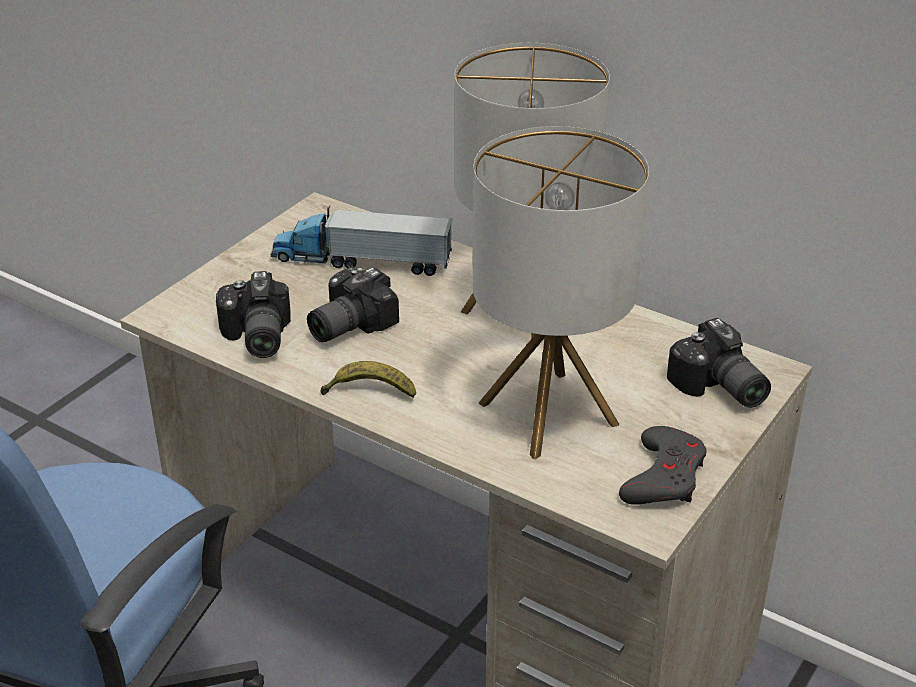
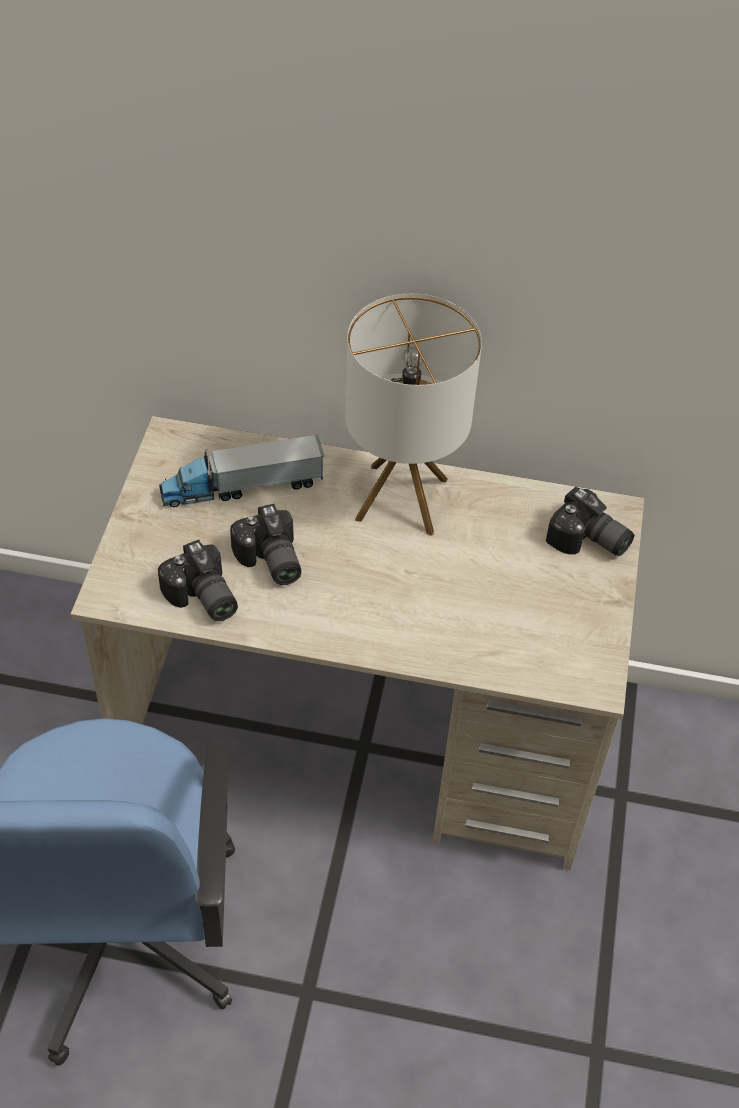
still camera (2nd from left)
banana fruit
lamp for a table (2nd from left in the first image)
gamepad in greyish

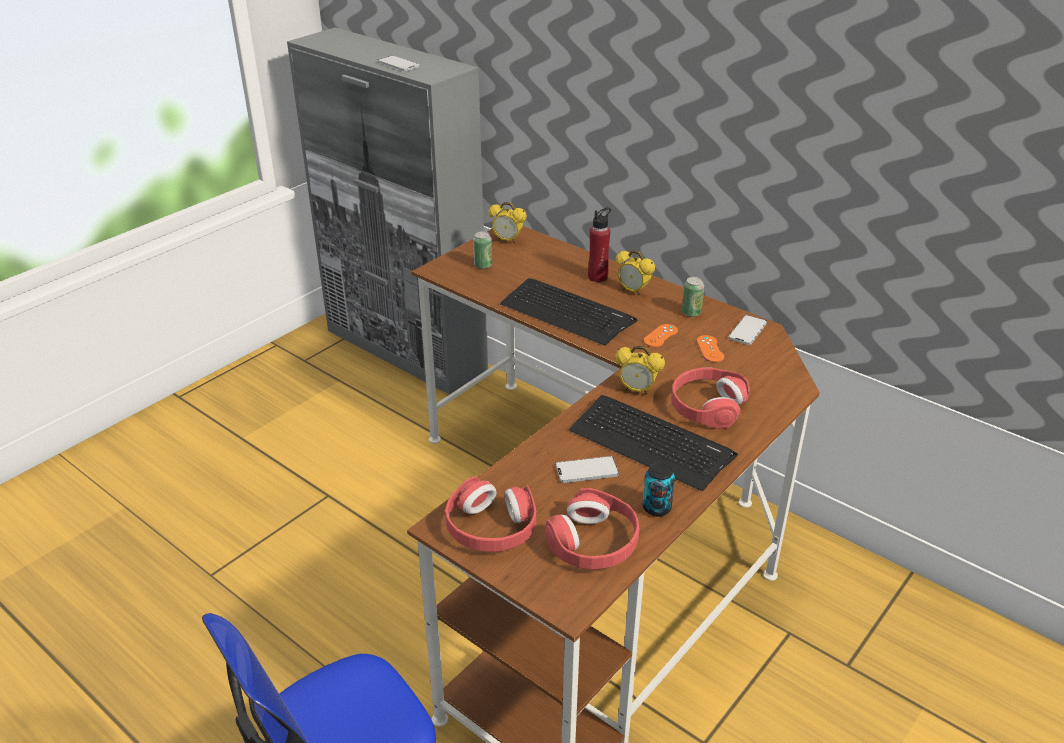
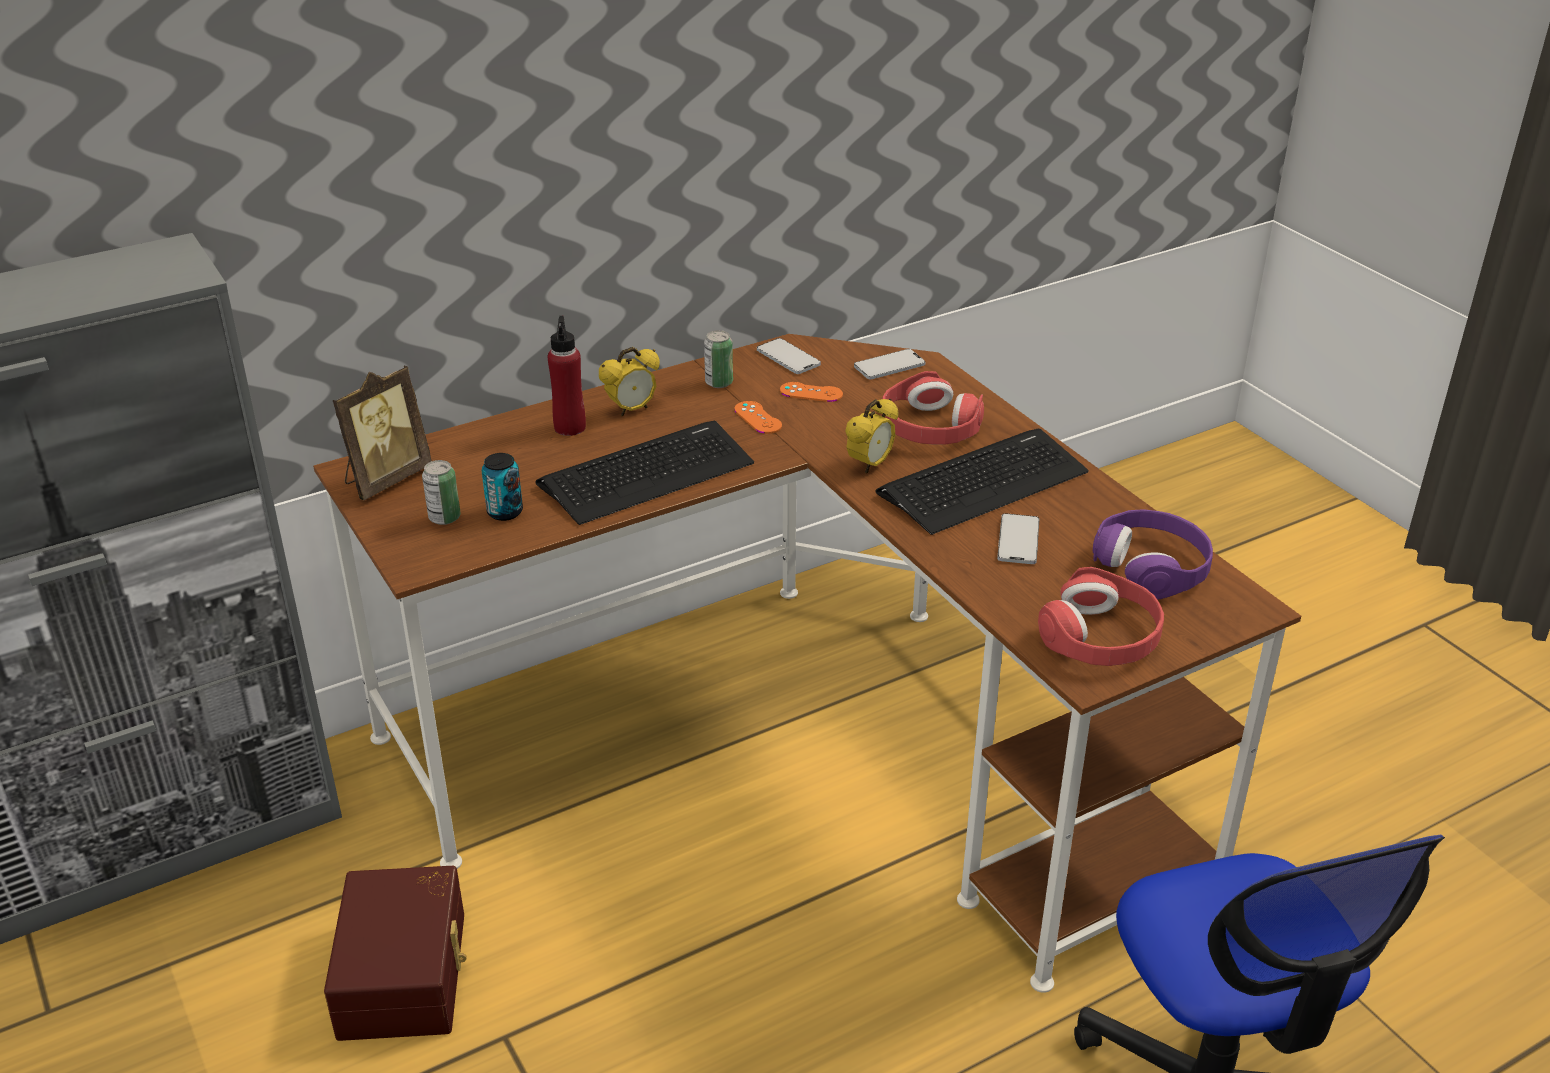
storage container in brown
photo frame
can (2nd from left)
phone (2nd from left)
headphones in purple-coloured

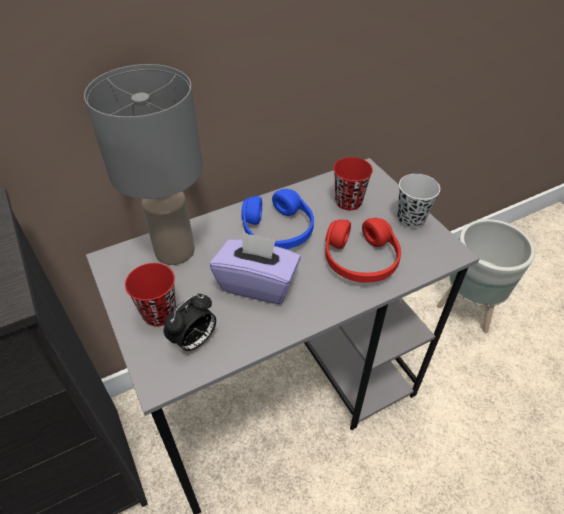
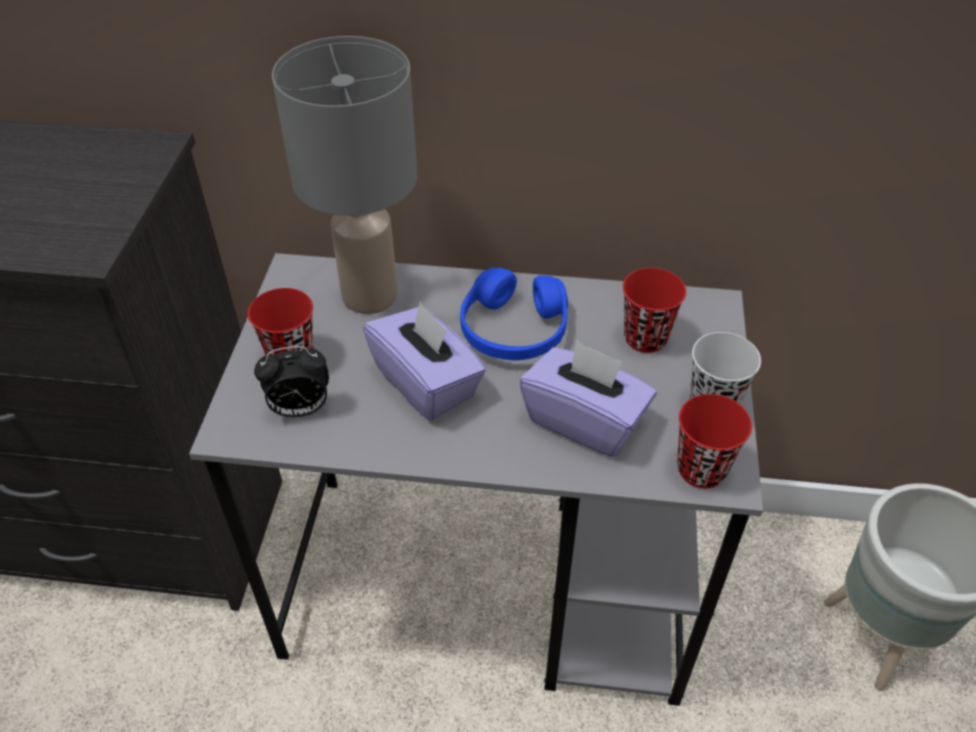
tissue holder in purple-coloured (2nd from left)
small cup in red (3rd from left)

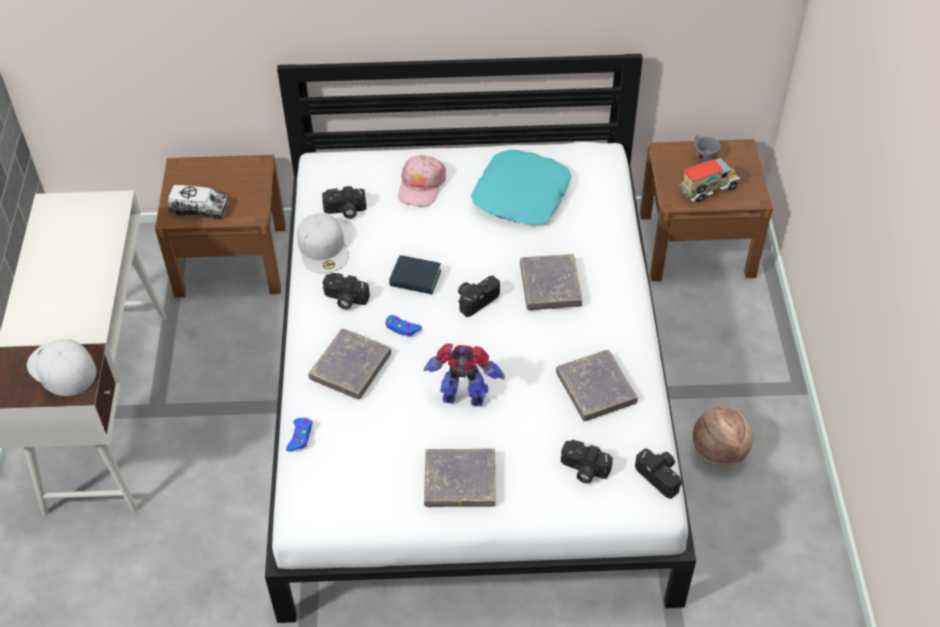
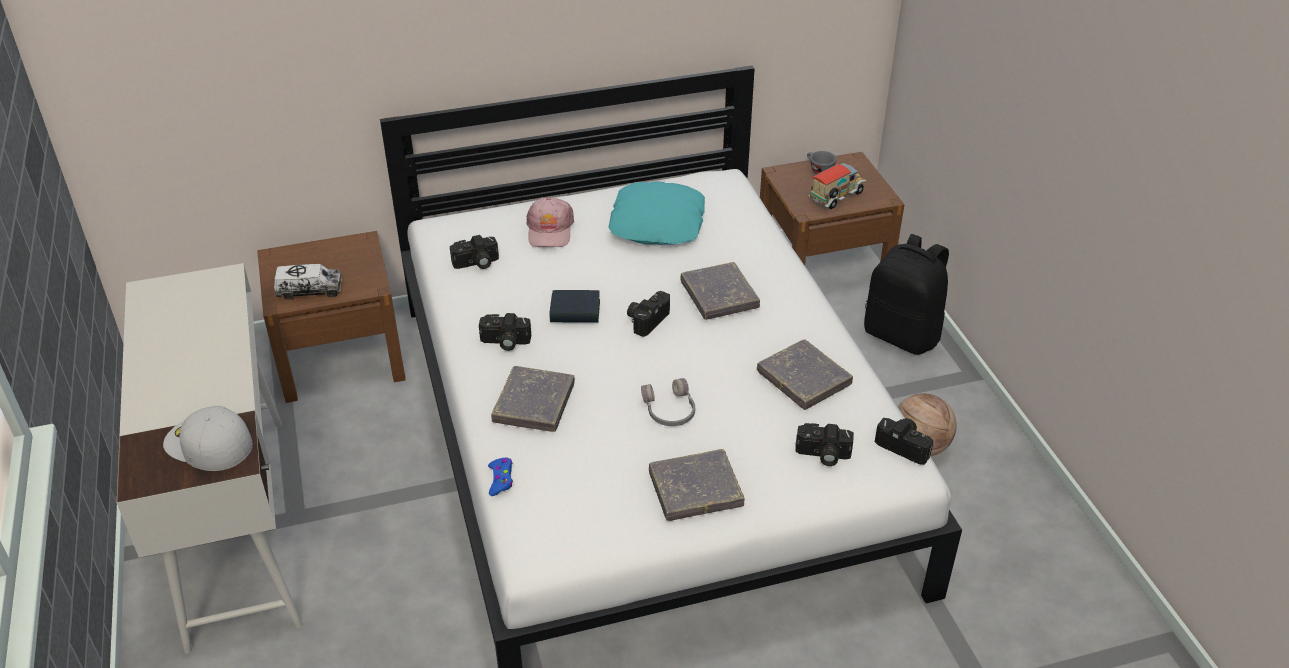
headphones in greyish
rucksack in blackish
baseball cap in whitish (2nd from left in the first image)
gamepad in blue (2nd from left in the first image)

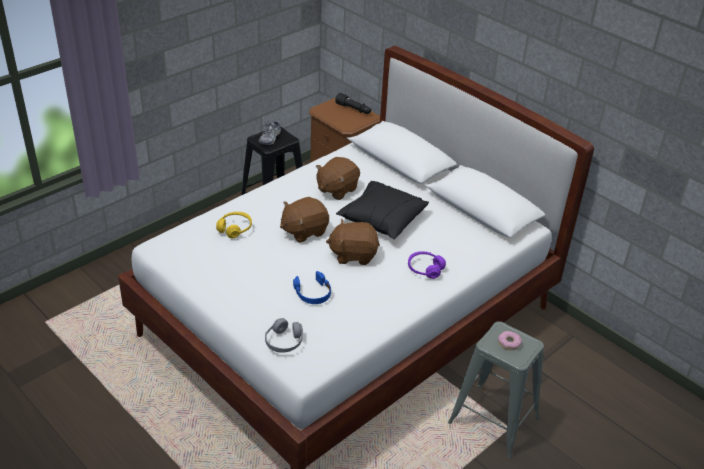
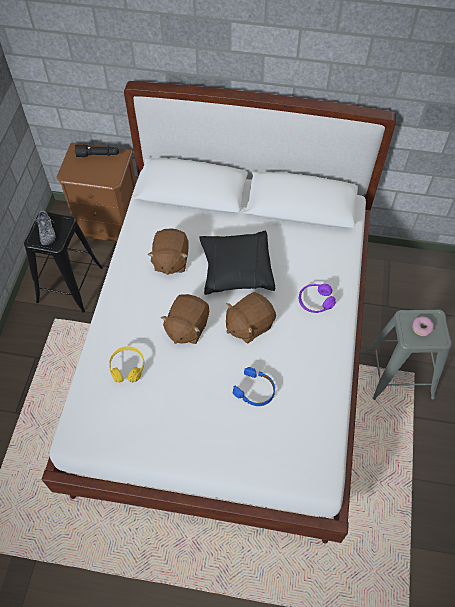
headphones in greyish

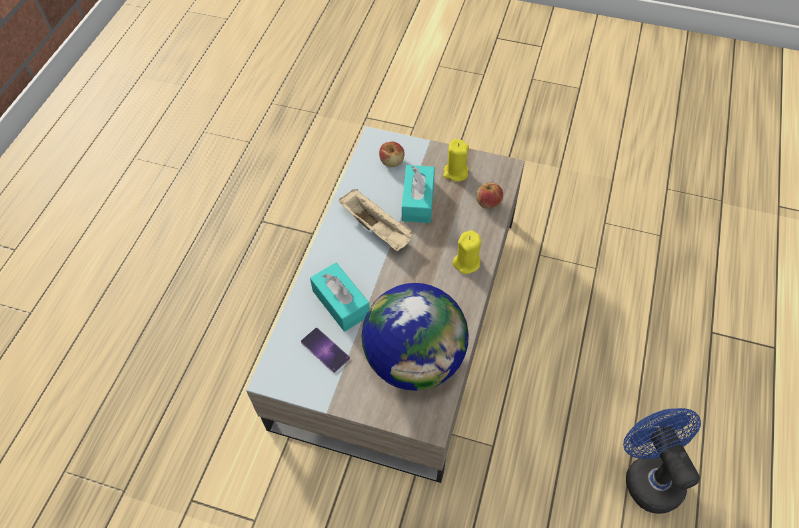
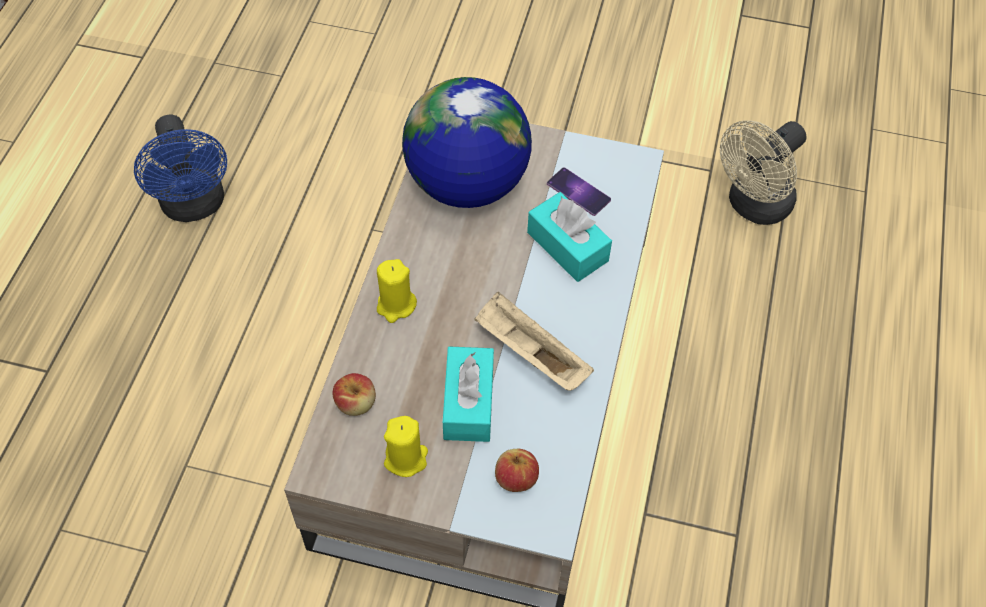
fan in sand-coloured

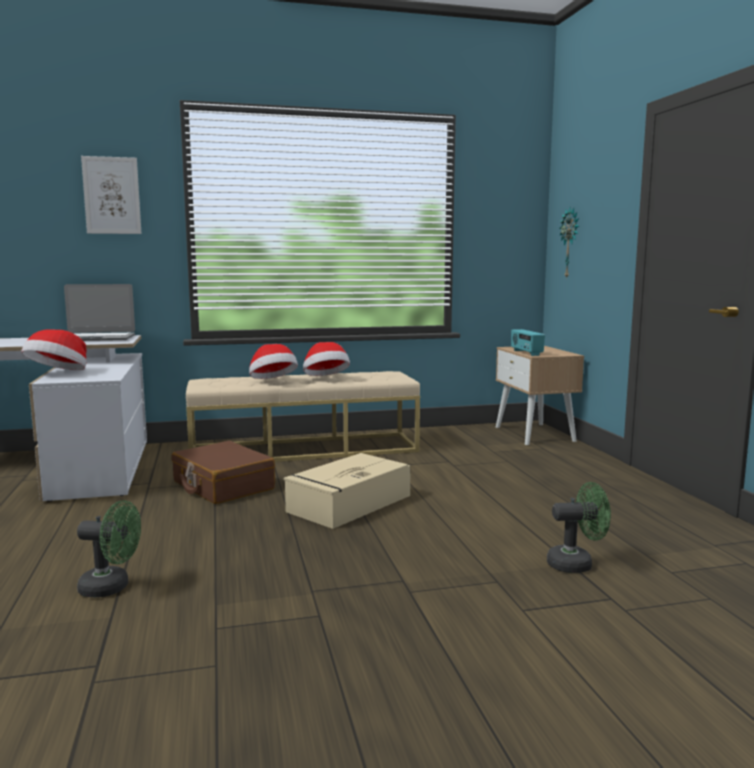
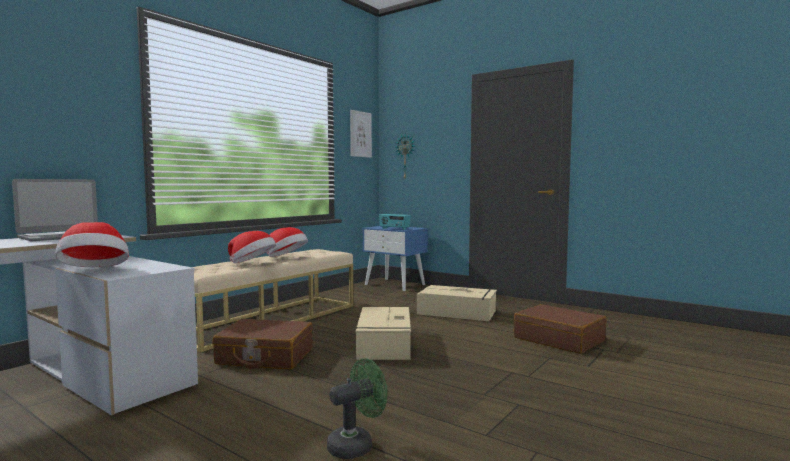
wall art
night table in blue
storage container in sand-coloured (2nd from left)
piece of luggage in brown (2nd from left)

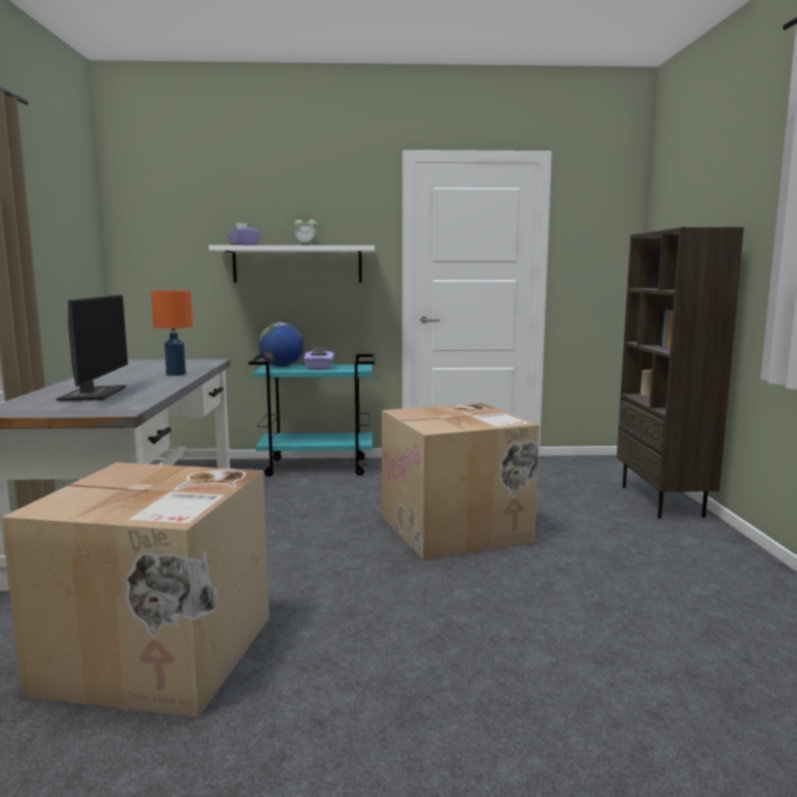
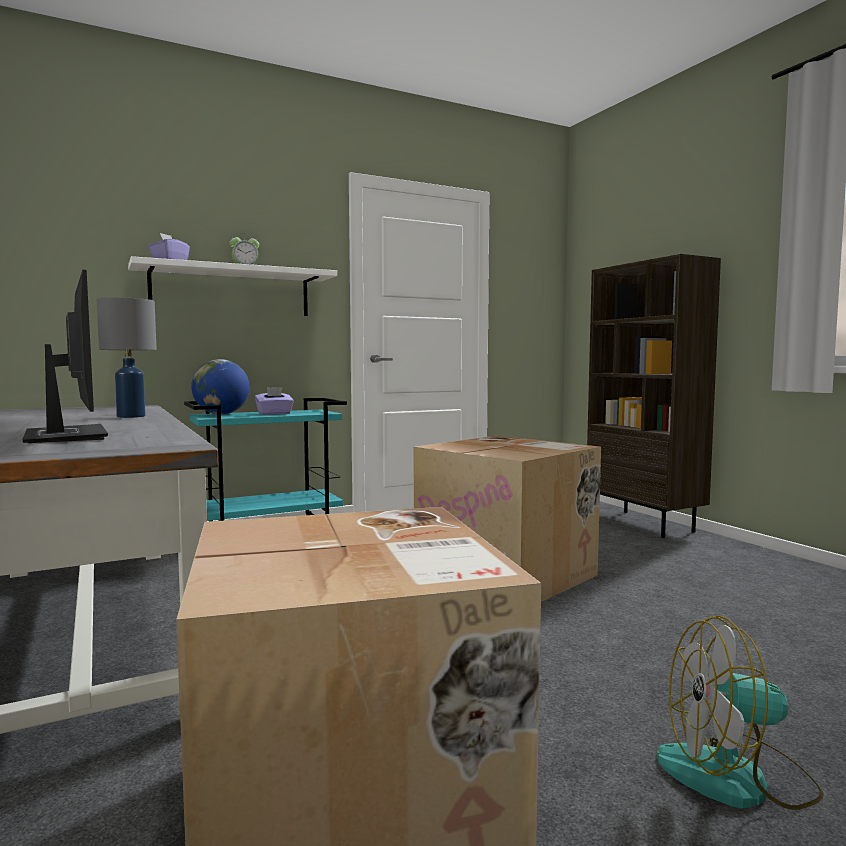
lamp for a table in greyish
fan

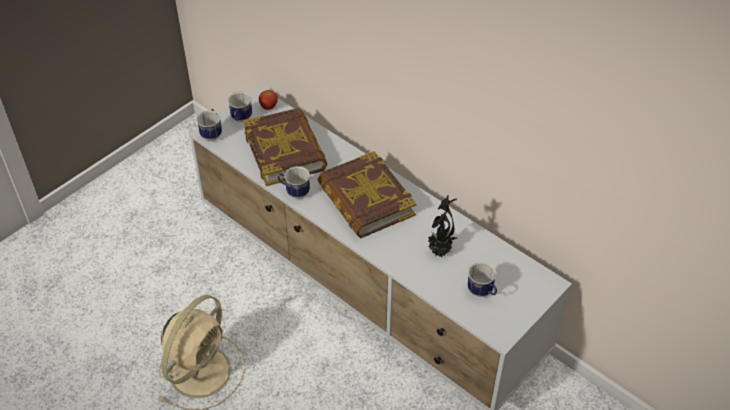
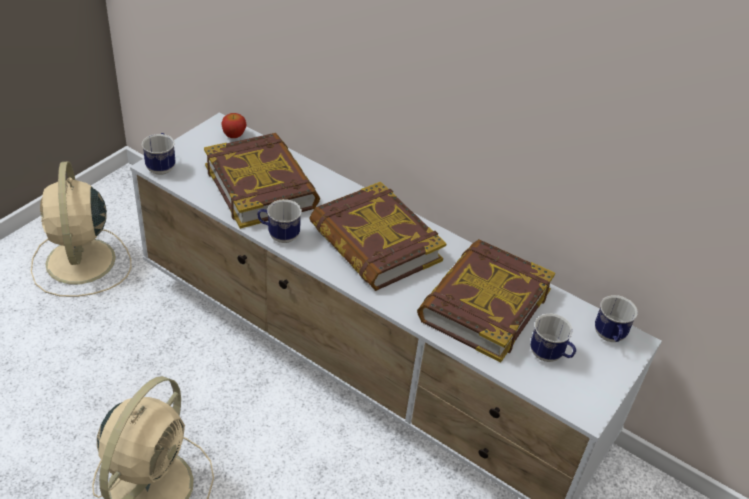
fan in sand-coloured (1st from left)
volume (3rd from left)
tea mug (4th from left)

